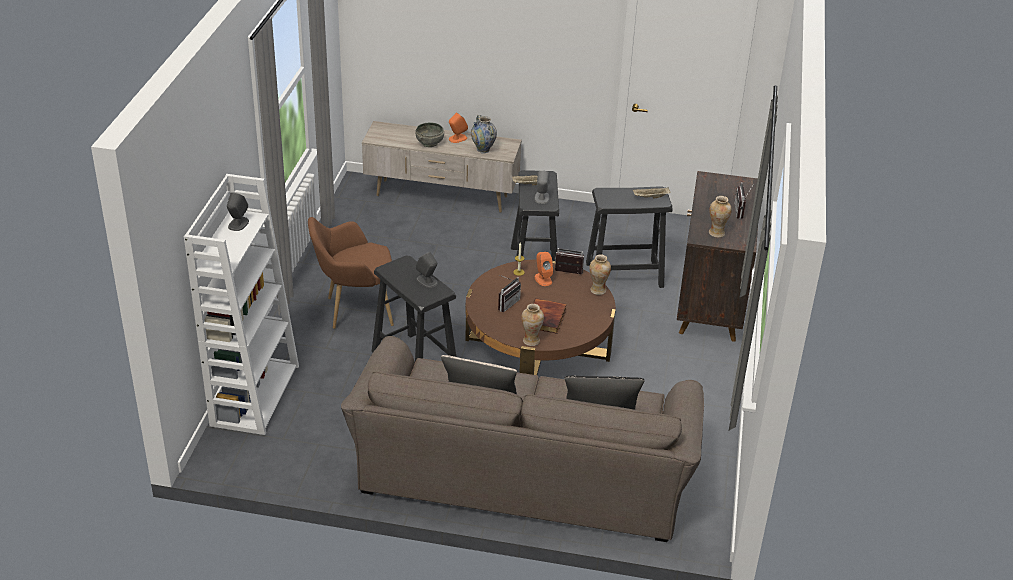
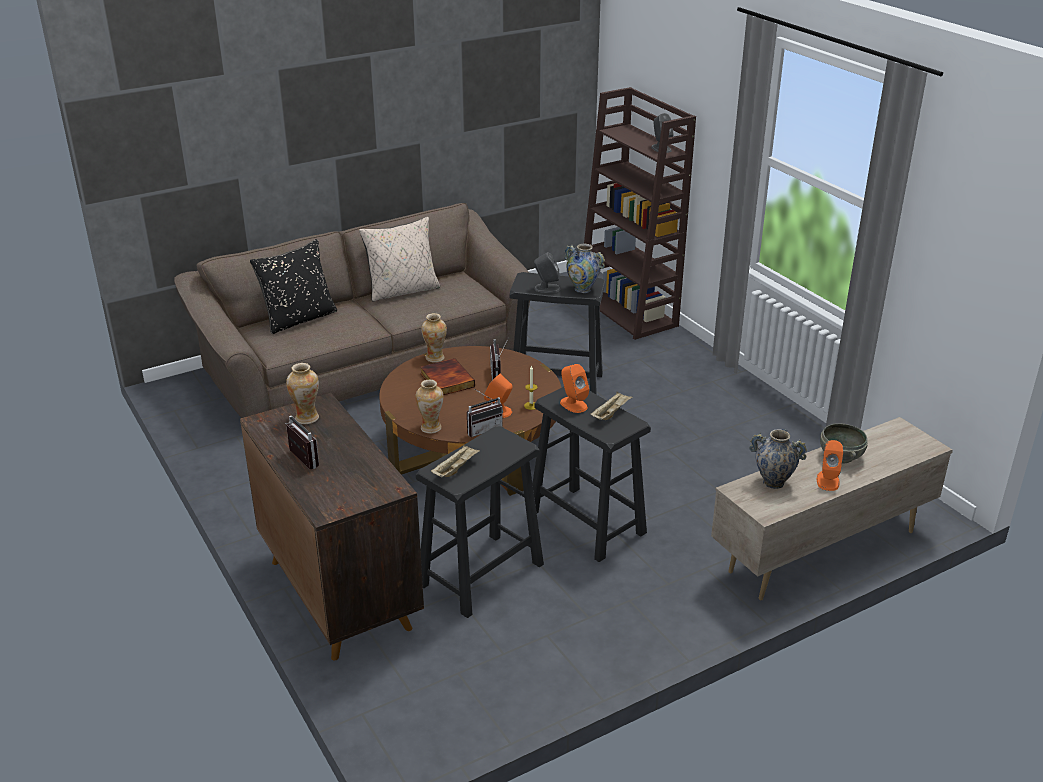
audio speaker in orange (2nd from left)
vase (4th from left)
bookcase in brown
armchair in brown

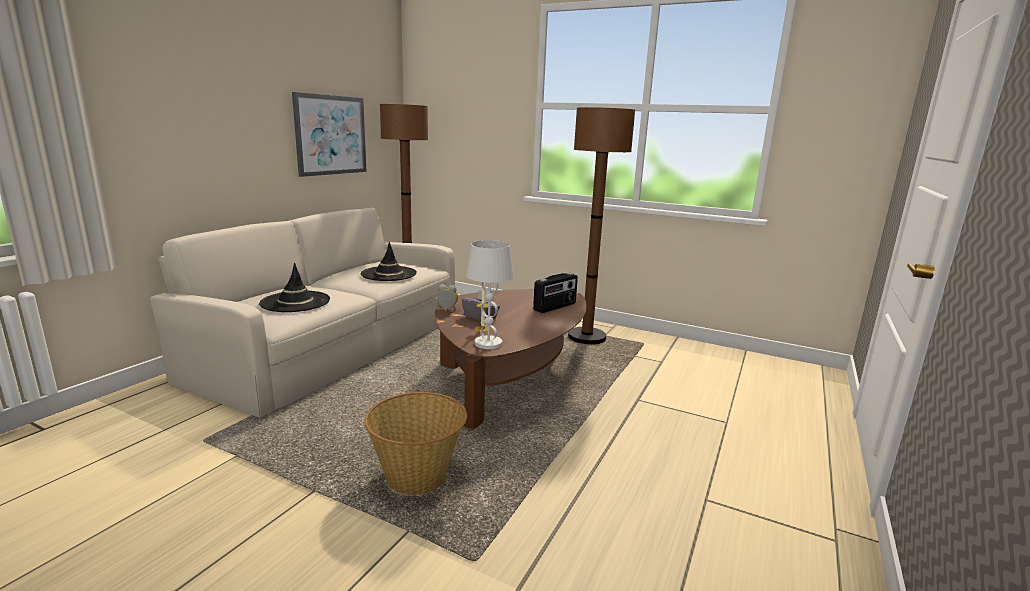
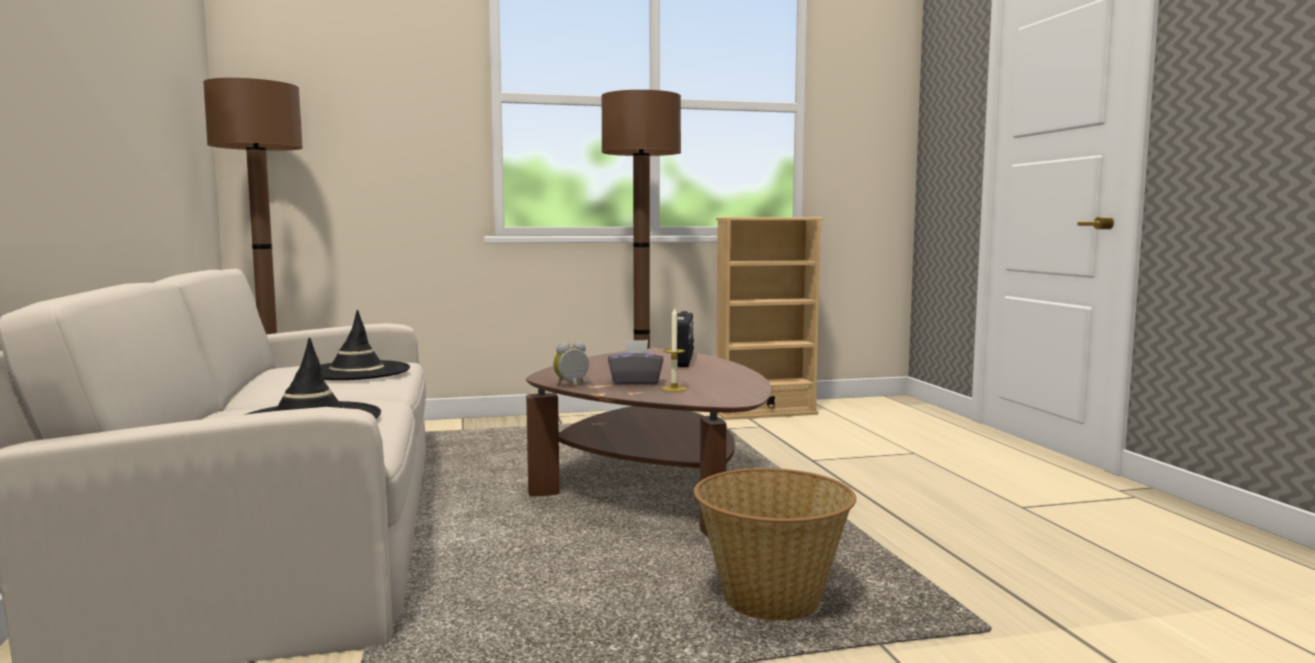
bookcase in sand-coloured
wall art
lamp for a table in whitish

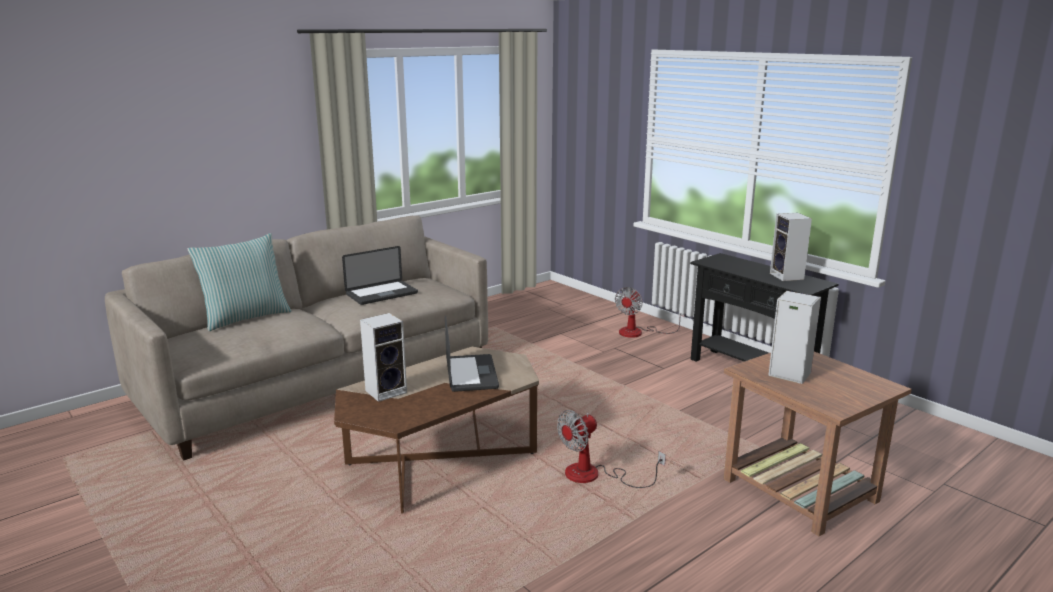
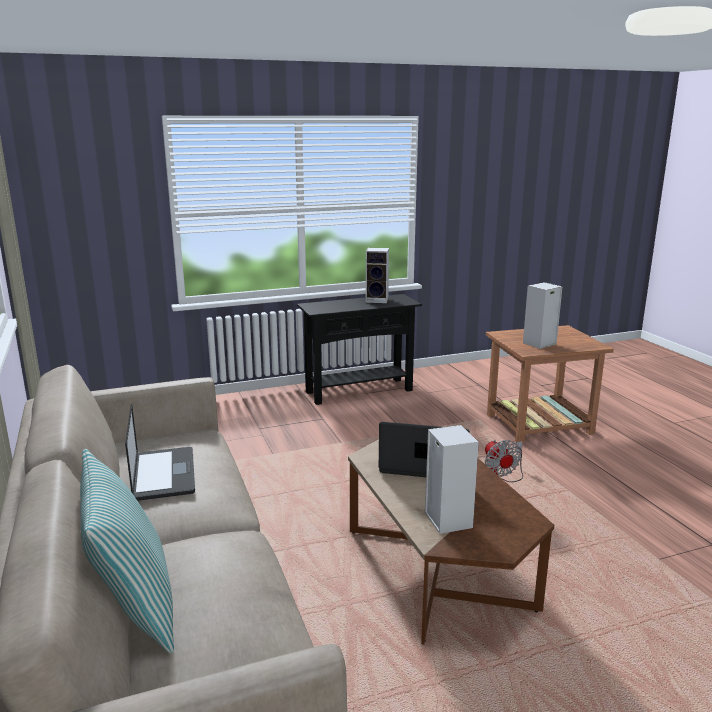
fan (2nd from left in the first image)

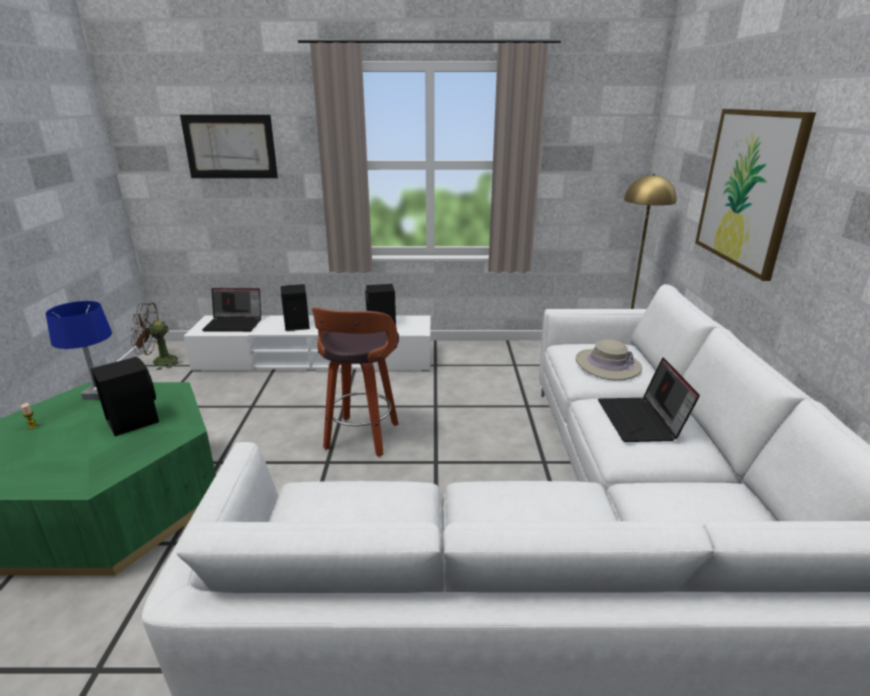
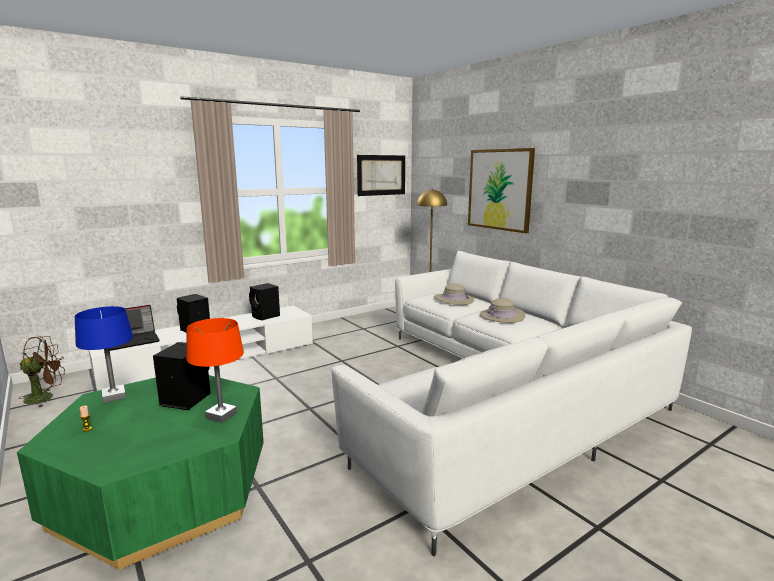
fan in brown
lamp for a table in orange
wall art (1st from left)
wearable hat in sand-coloured (2nd from left)
sitting stool

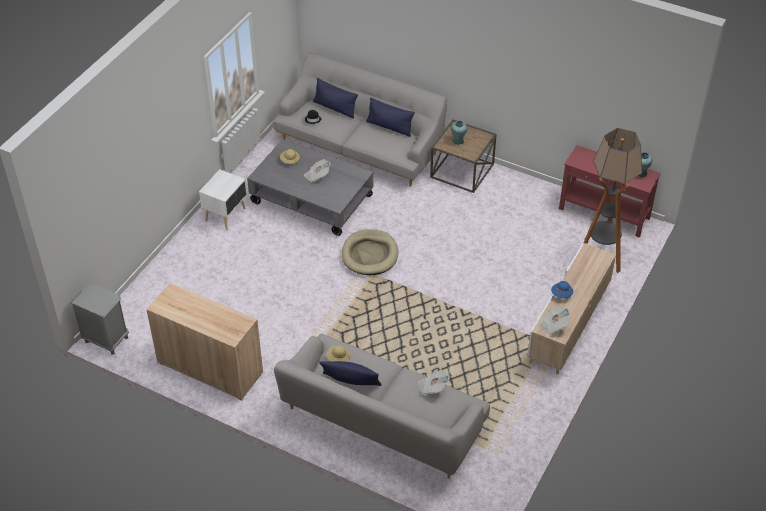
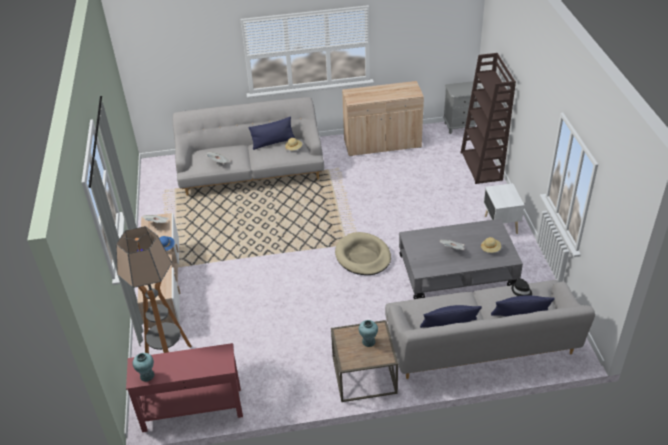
bookcase in brown

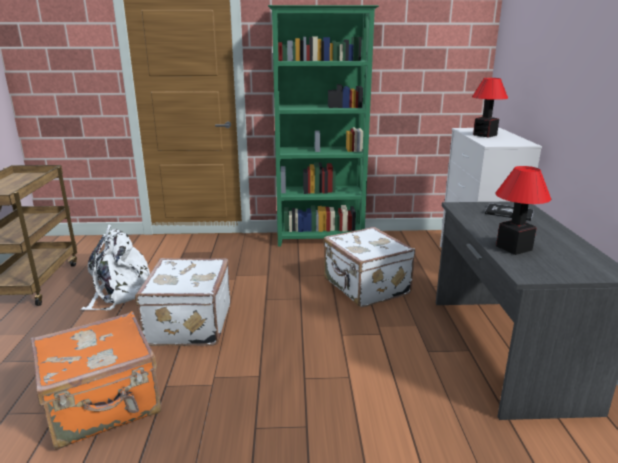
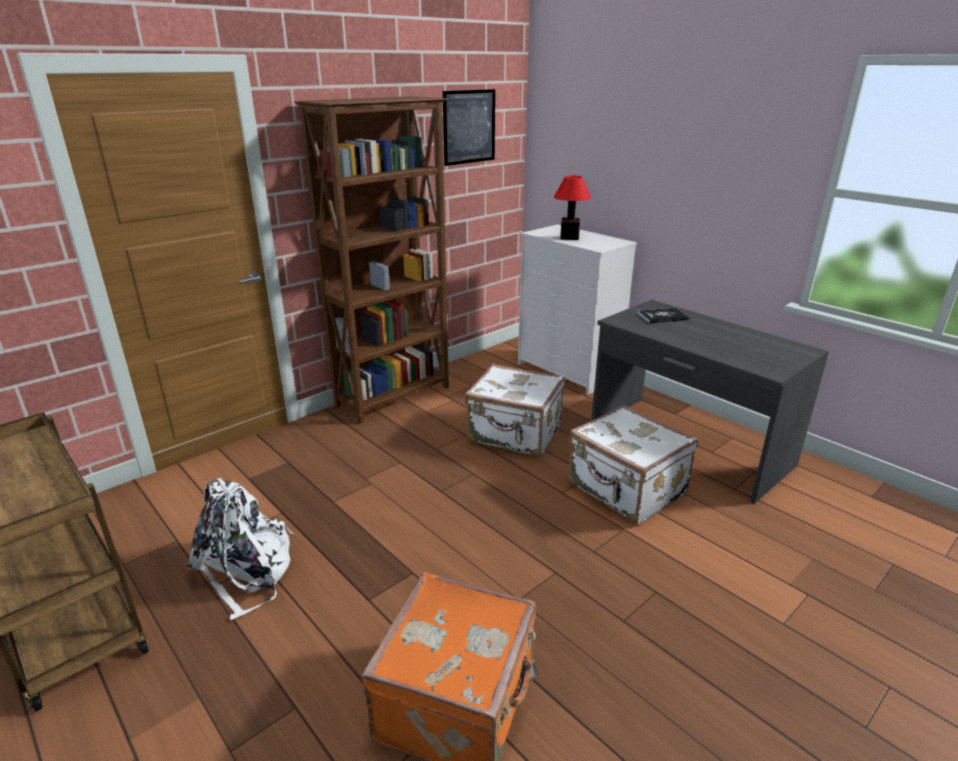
bookcase in brown
wall art
piece of luggage in whitish (2nd from left)
lamp for a table (2nd from left in the first image)

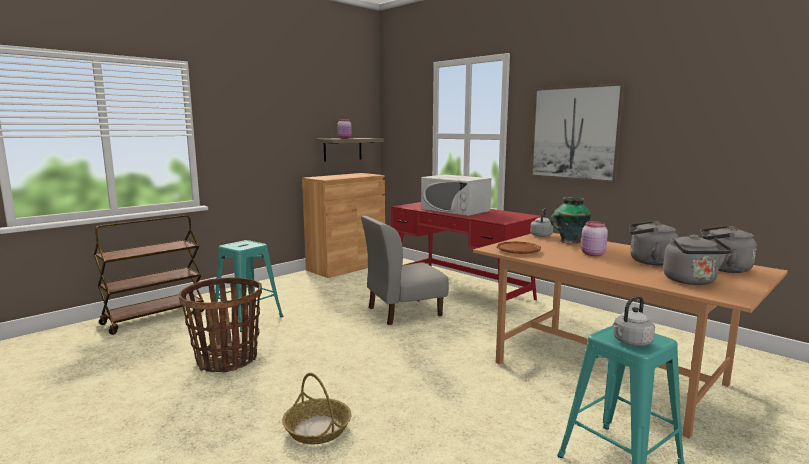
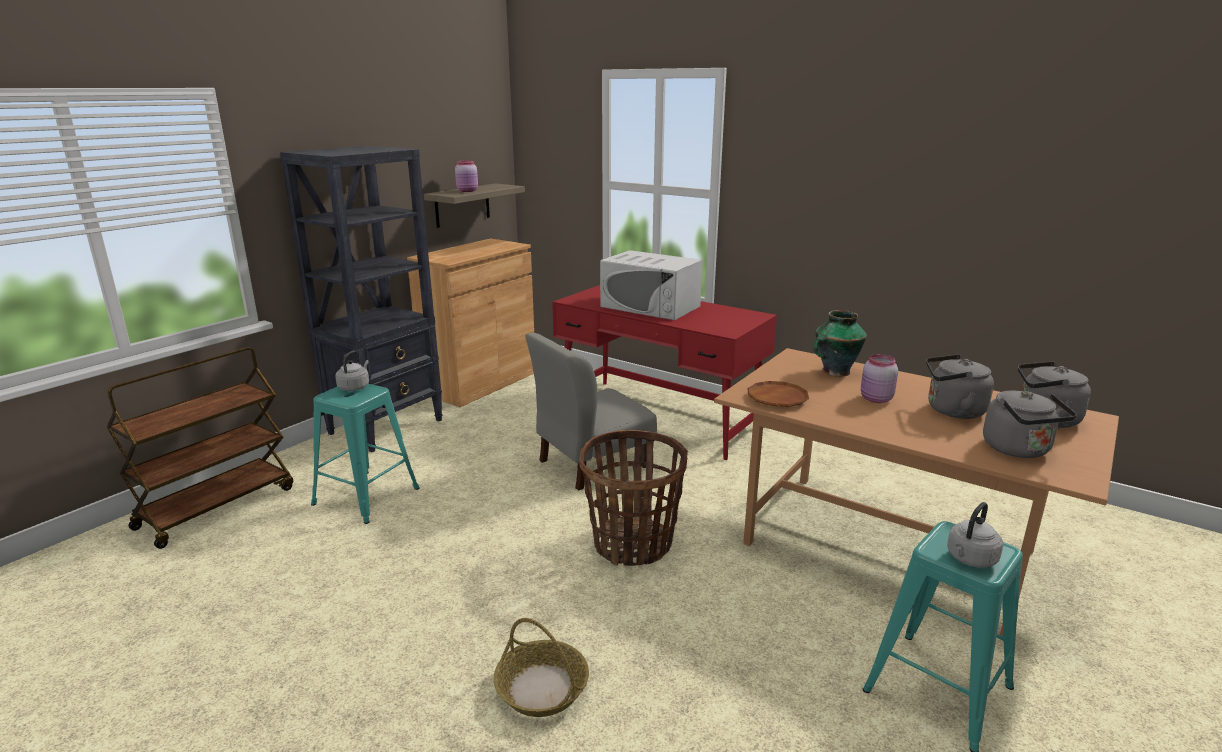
bookcase in blackish
water kettle in greyish (1st from left)
basket (2nd from left)
wall art

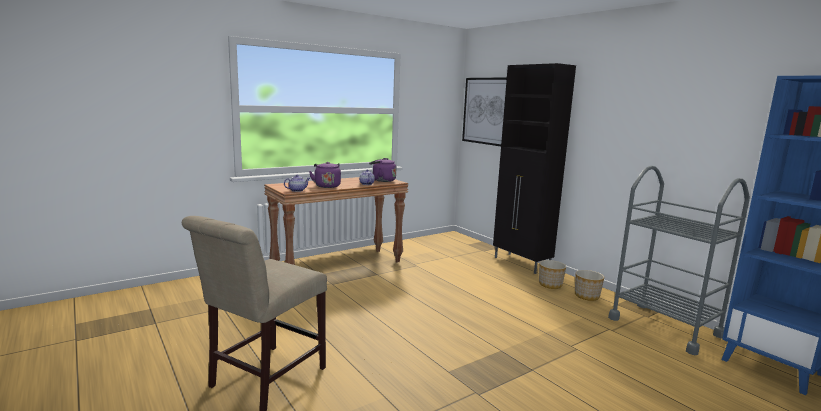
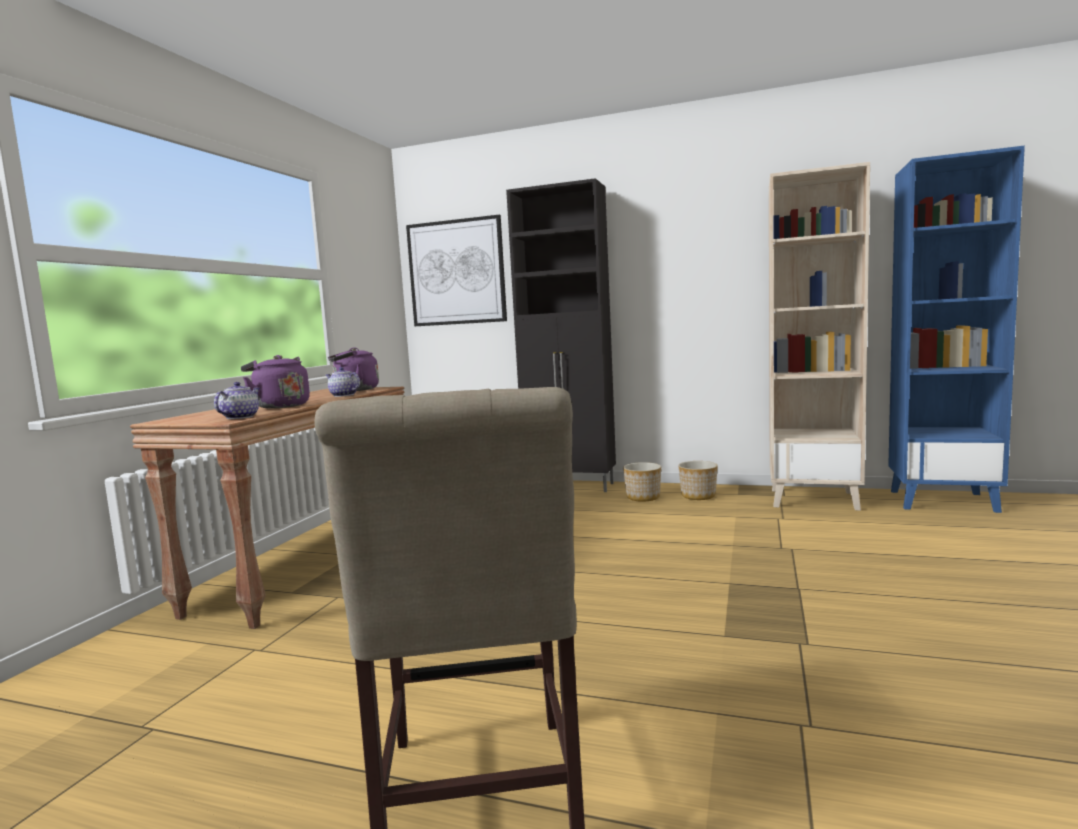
bookcase in sand-coloured

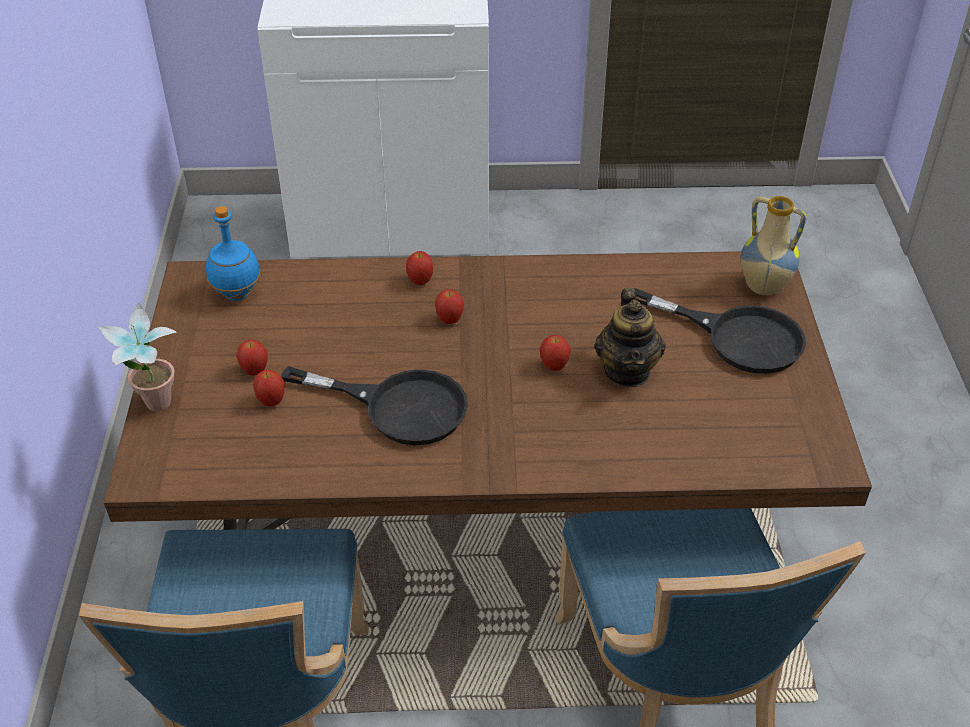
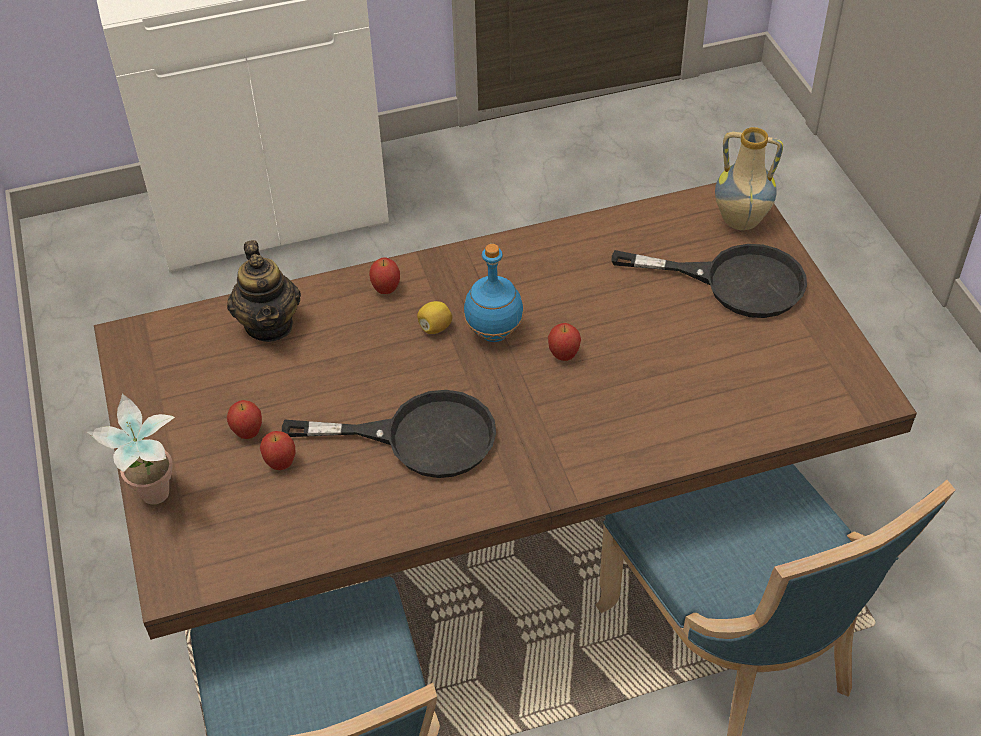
teapot
lemon
bottle in blue

